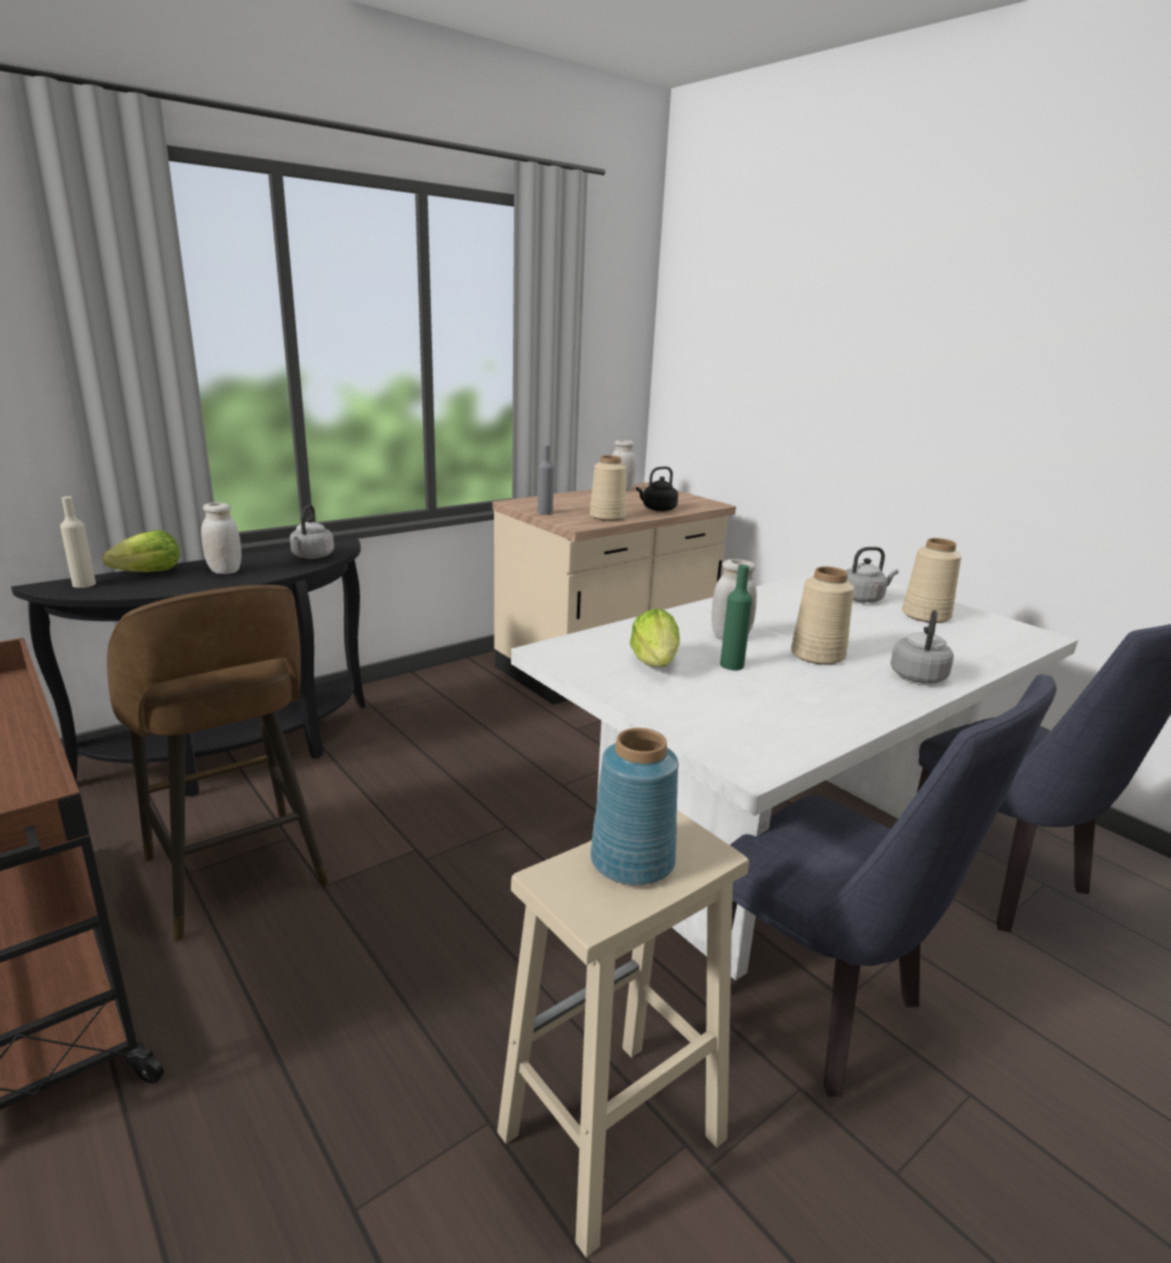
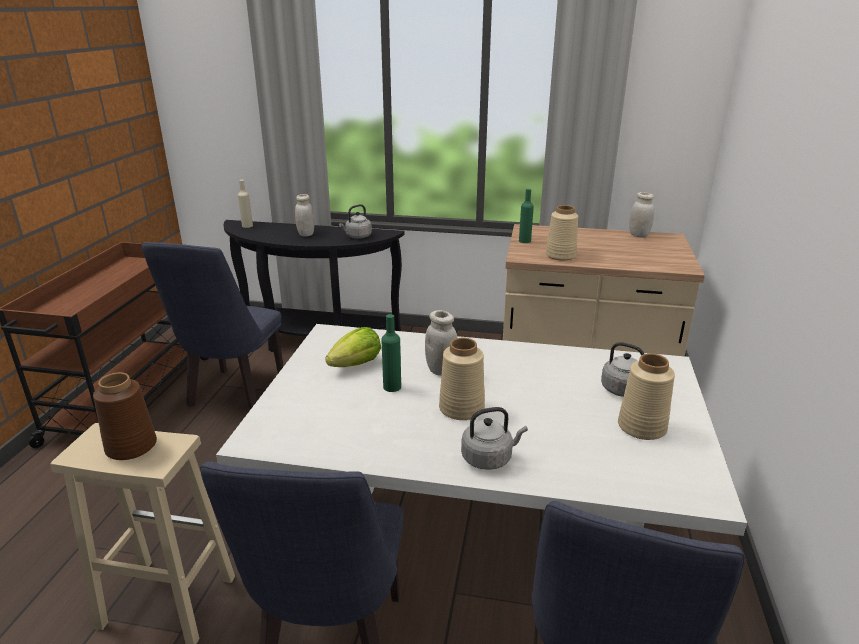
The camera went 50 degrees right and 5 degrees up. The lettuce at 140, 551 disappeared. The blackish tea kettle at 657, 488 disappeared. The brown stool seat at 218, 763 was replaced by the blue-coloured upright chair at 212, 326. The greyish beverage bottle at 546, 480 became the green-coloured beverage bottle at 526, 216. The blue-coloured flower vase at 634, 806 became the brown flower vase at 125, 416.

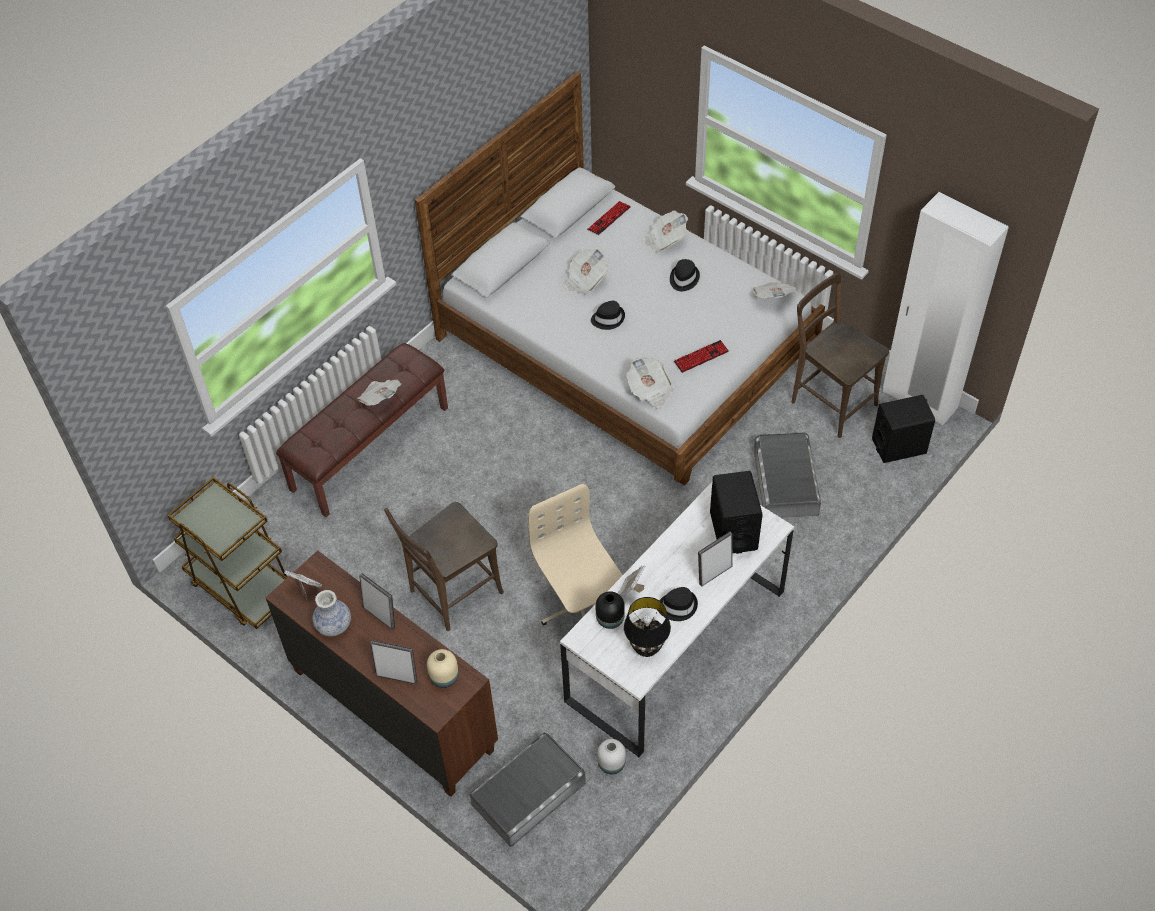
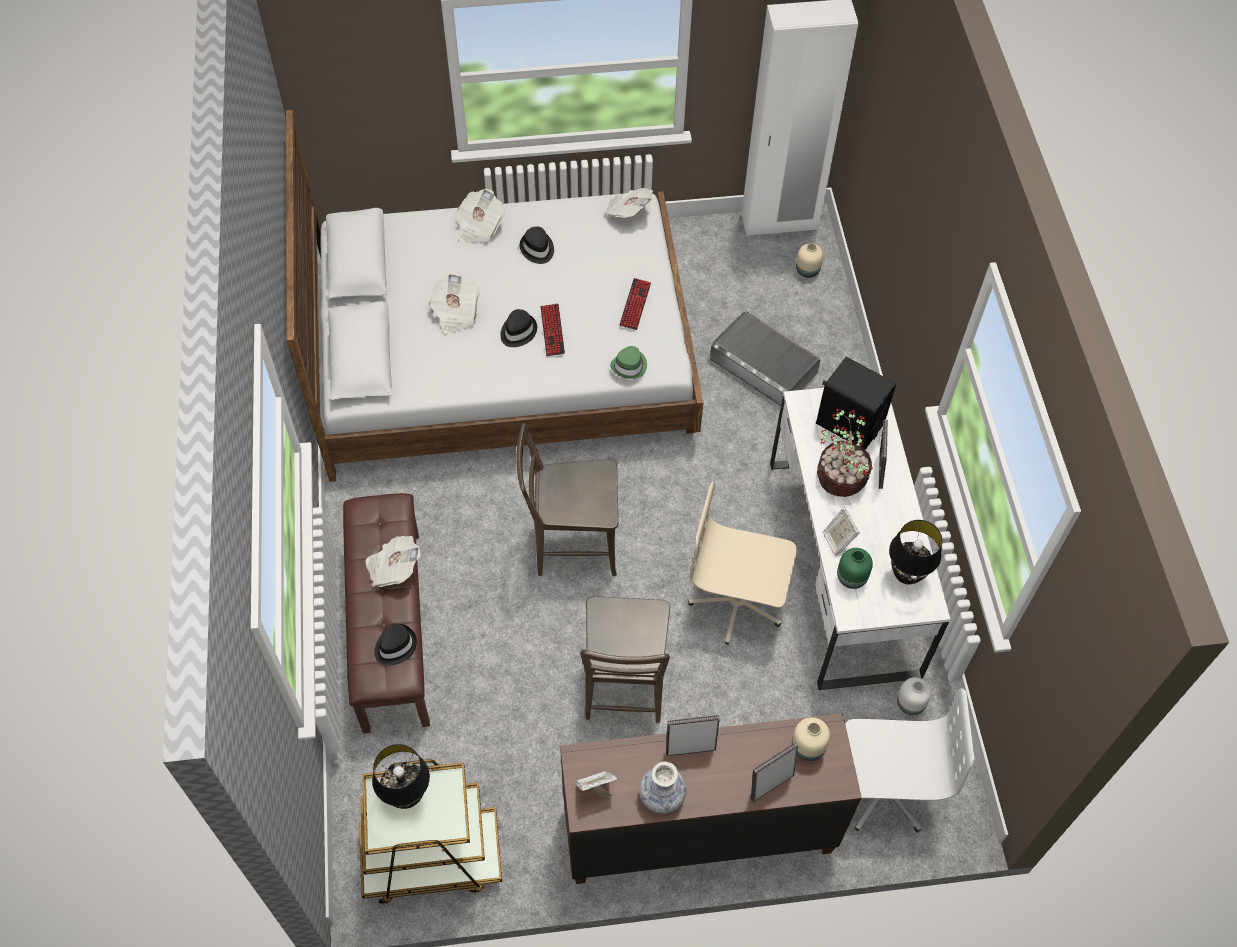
The camera went 50 degrees left and 5 degrees up. The blackish table lamp at 401, 776 appeared. The plant in a pot at 845, 453 appeared. The PC keyboard moved from 609, 218 to 553, 329. The blackish hat moved from 678, 604 to 395, 644. The brown upright chair moved from 840, 355 to 567, 499. The greyish storage container at 528, 790 was replaced by the white desk chair at 909, 760. The daily paper at 650, 383 was replaced by the green-coloured hat at 628, 362. The blackish loudspeaker at 903, 429 was replaced by the beige-coloured flower vase at 809, 260. The blackish flower vase at 610, 610 became the green-coloured flower vase at 855, 568.

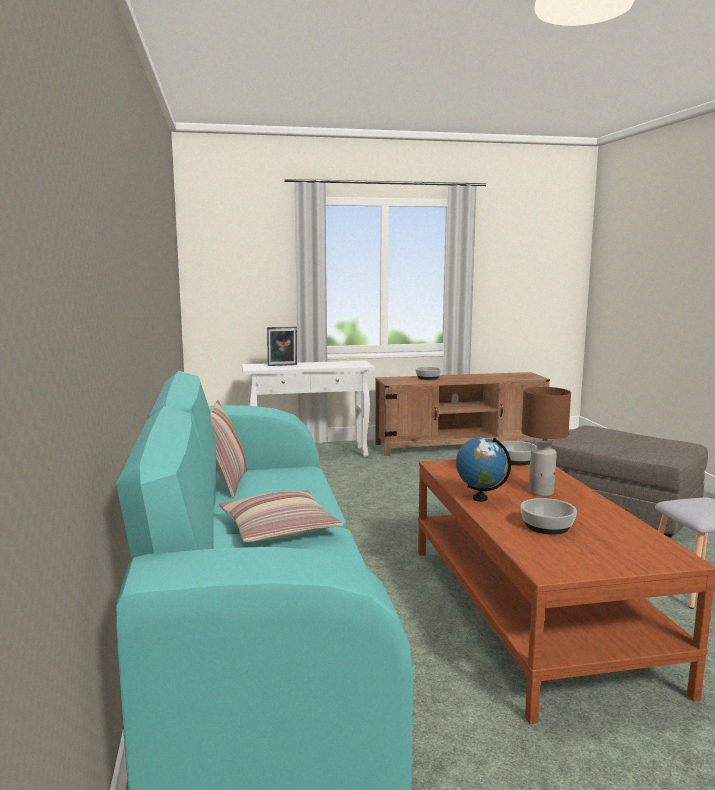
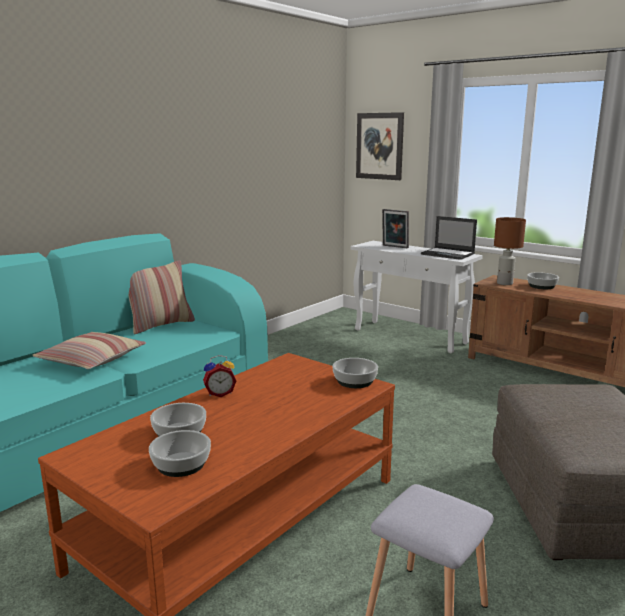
The camera went 50 degrees right and 5 degrees up. The bowl at 180, 453 appeared. The wall picture at 380, 146 appeared. The laptop at 449, 238 appeared. The brown table lamp moved from 546, 441 to 510, 251. The world globe at 483, 469 was replaced by the alarm clock at 219, 376.

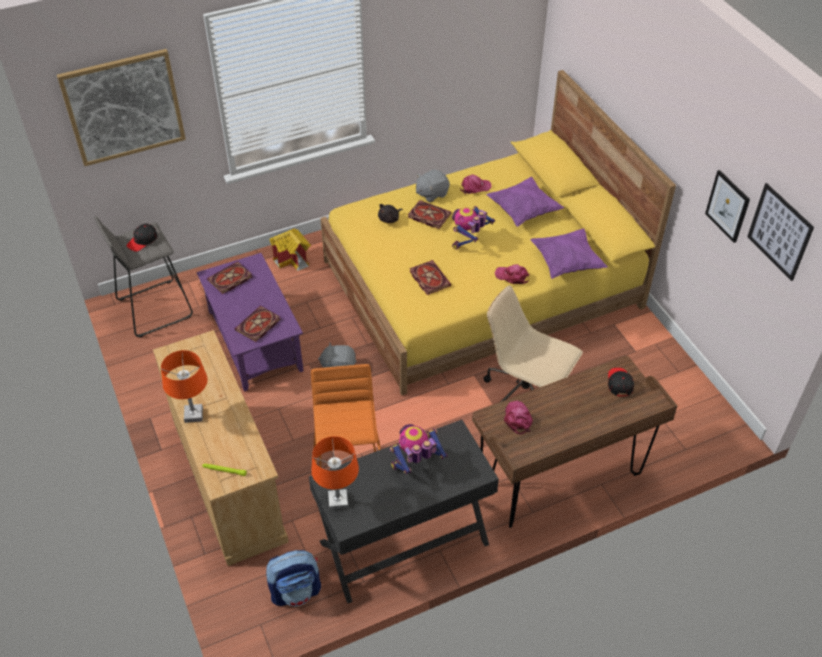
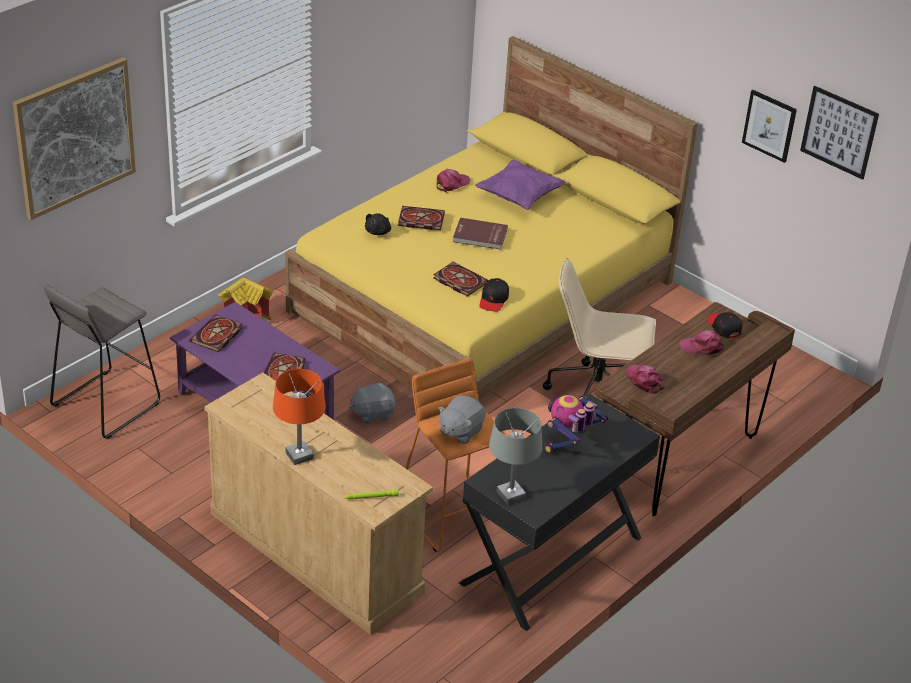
The camera went 25 degrees left and 10 degrees down. The backpack at 293, 578 disappeared. The purple-coloured cushion at 569, 253 disappeared. The blackish cap moved from 141, 238 to 494, 295. The greyish plush toy moved from 433, 186 to 462, 419. The pinkish cap moved from 512, 274 to 701, 342. The toy robot at 473, 228 was replaced by the reddish volume at 480, 234. The orange table lamp at 335, 473 became the greyish table lamp at 515, 456.

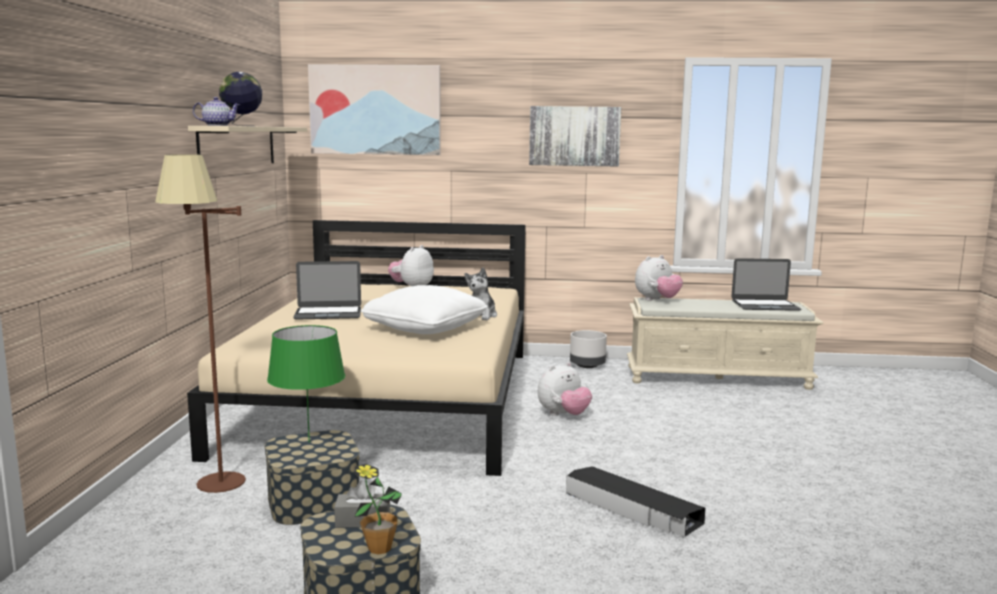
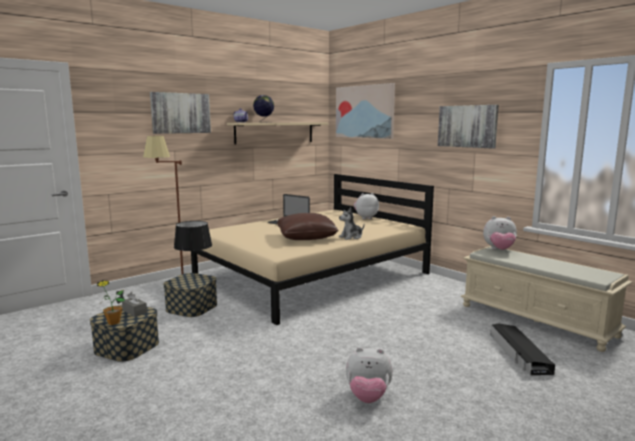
The camera went 45 degrees right and 0 degrees up. The greyish plant pot at 588, 349 disappeared. The laptop at 766, 284 disappeared. The wall picture at 180, 113 appeared. The plush toy moved from 564, 389 to 369, 375. The blackish storage container moved from 636, 501 to 523, 349. The green-coloured table lamp at 306, 384 became the blackish table lamp at 193, 248. The white cushion at 424, 309 became the brown cushion at 307, 226.

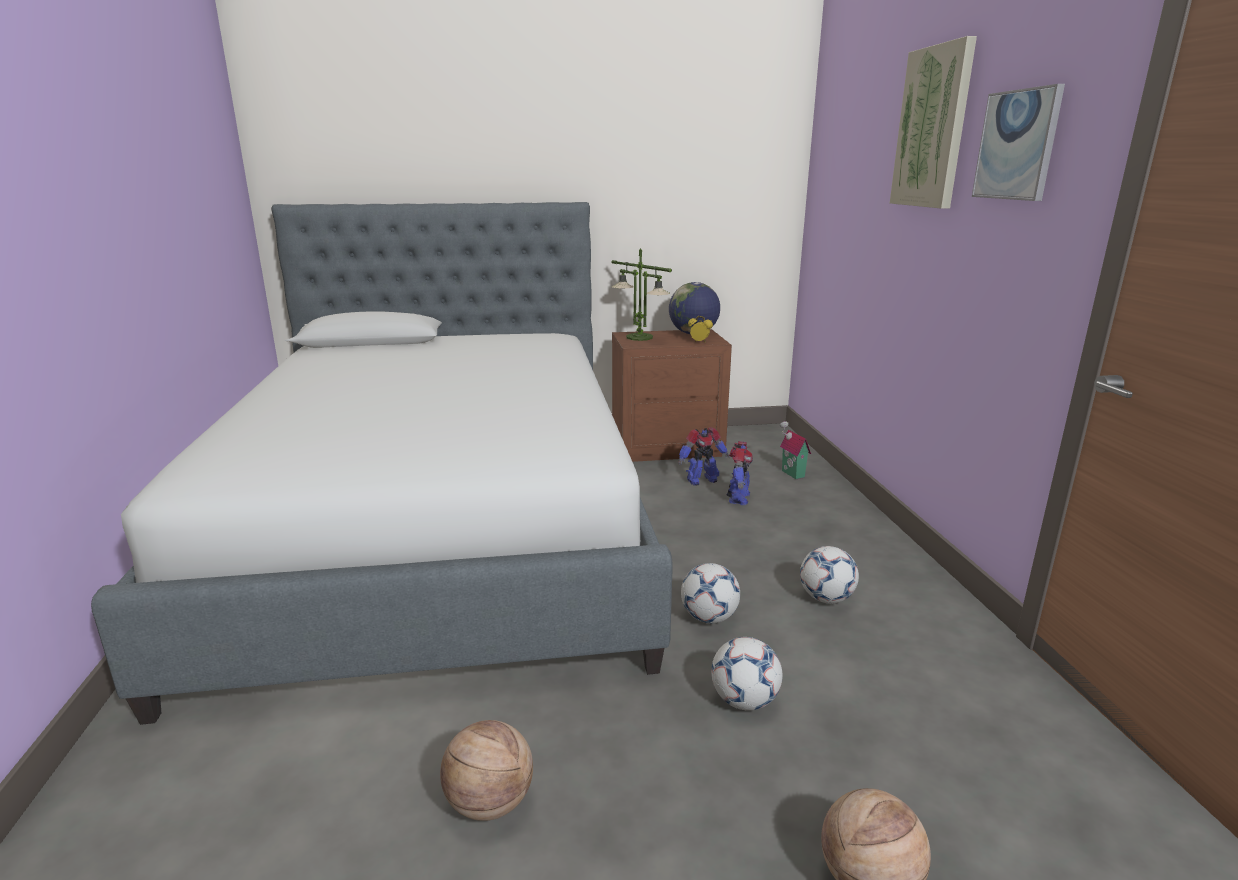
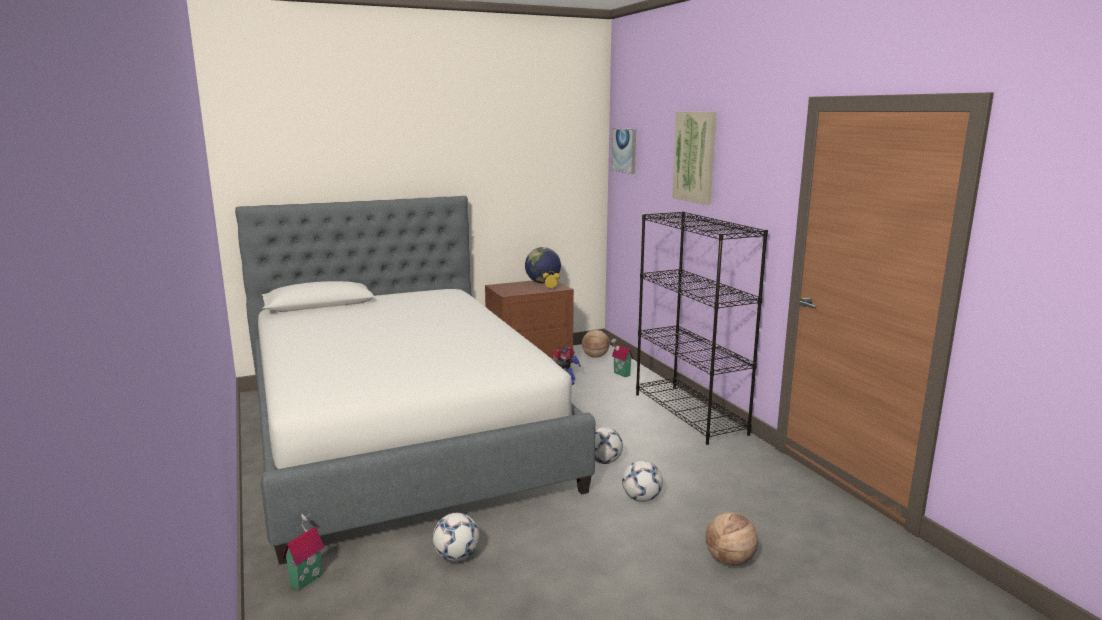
The camera went 15 degrees left and 5 degrees down. The table lamp at 641, 294 disappeared. The toy robot at 739, 473 disappeared. The miniature house at 303, 552 appeared. The blackish bookshelf at 702, 328 appeared. The basketball moved from 486, 770 to 596, 344. The ball for football moved from 829, 574 to 456, 537. The wall picture moved from 1018, 142 to 624, 151.

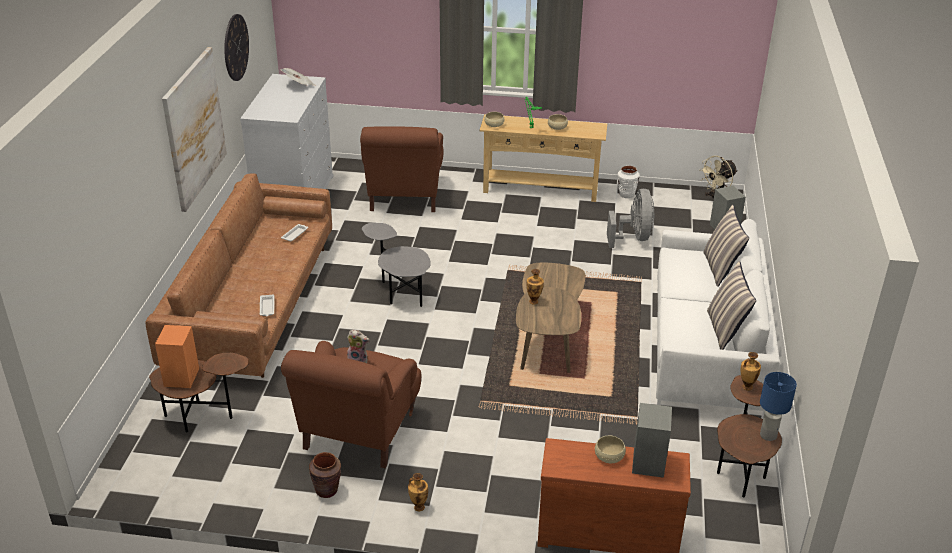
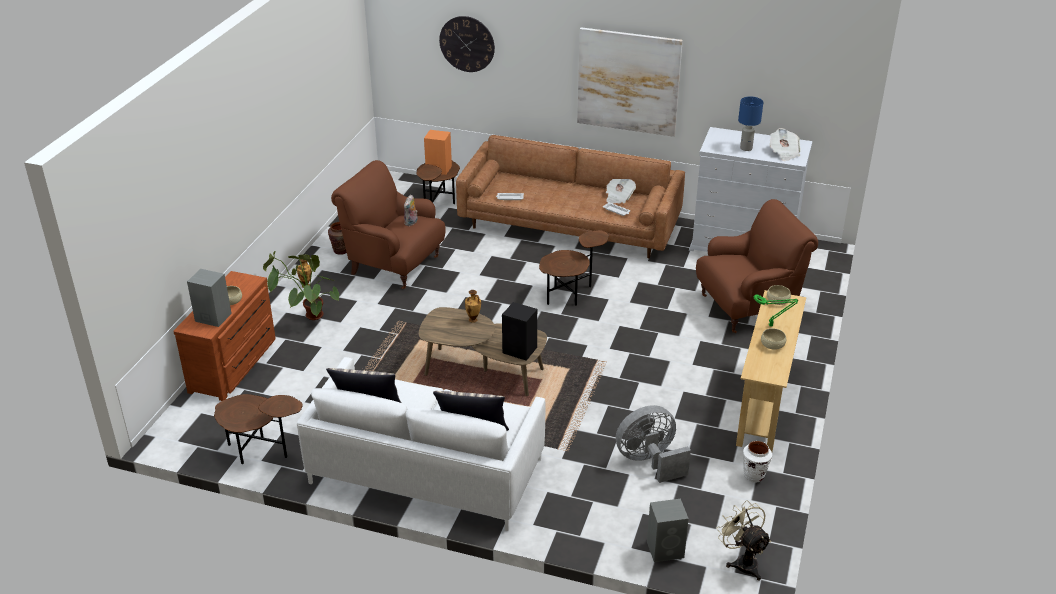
The camera went 100 degrees right and 0 degrees up. The flower vase at 751, 371 disappeared. The plant in a pot at 301, 285 appeared. The blackish loudspeaker at 519, 331 appeared. The daily paper at 620, 191 appeared. The clock on the wall moved from 236, 47 to 467, 44. The blue-coloured table lamp moved from 778, 406 to 750, 124. The greyish accent table at 396, 265 became the brown accent table at 574, 268. The brown easy chair at 402, 169 turned 150 degrees clockwise. The greyish fan at 631, 218 turned 150 degrees clockwise.

